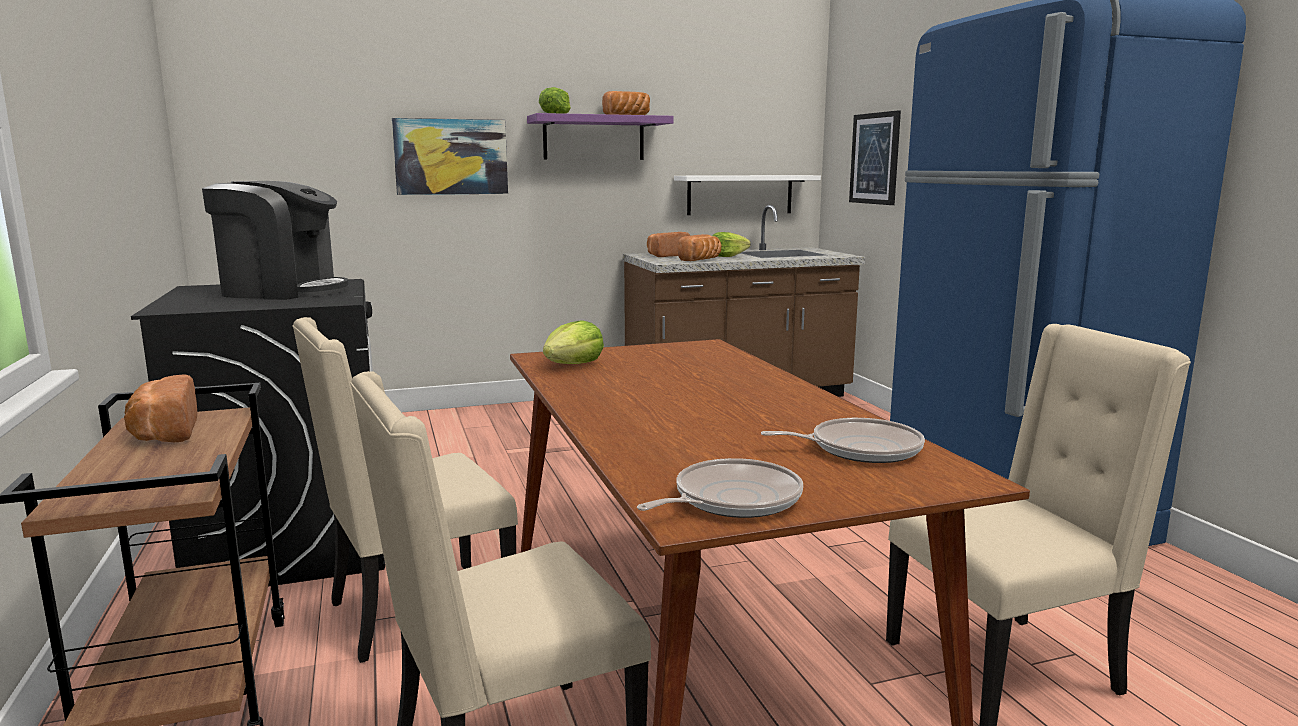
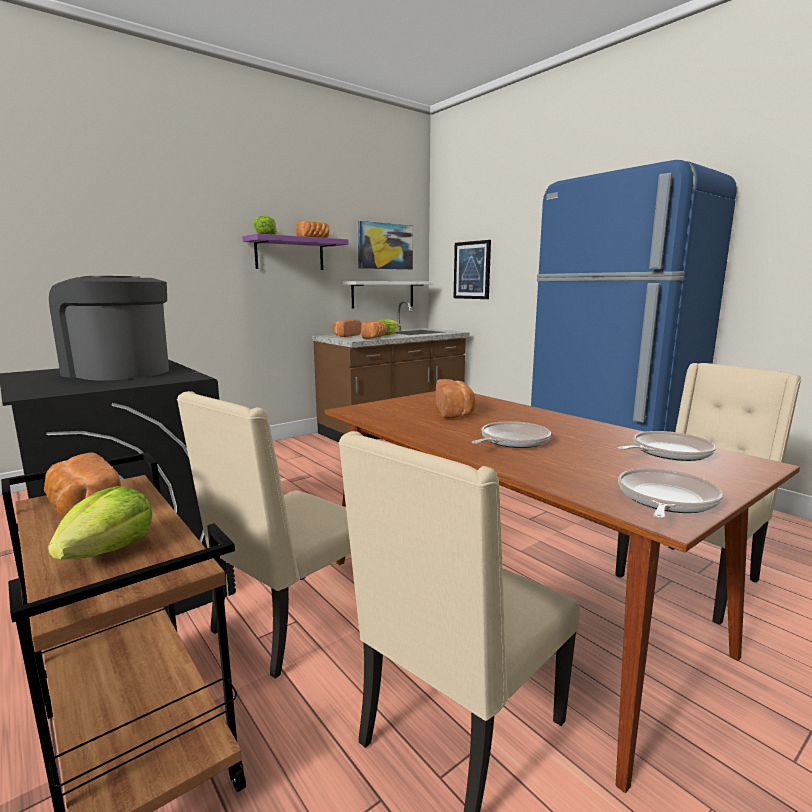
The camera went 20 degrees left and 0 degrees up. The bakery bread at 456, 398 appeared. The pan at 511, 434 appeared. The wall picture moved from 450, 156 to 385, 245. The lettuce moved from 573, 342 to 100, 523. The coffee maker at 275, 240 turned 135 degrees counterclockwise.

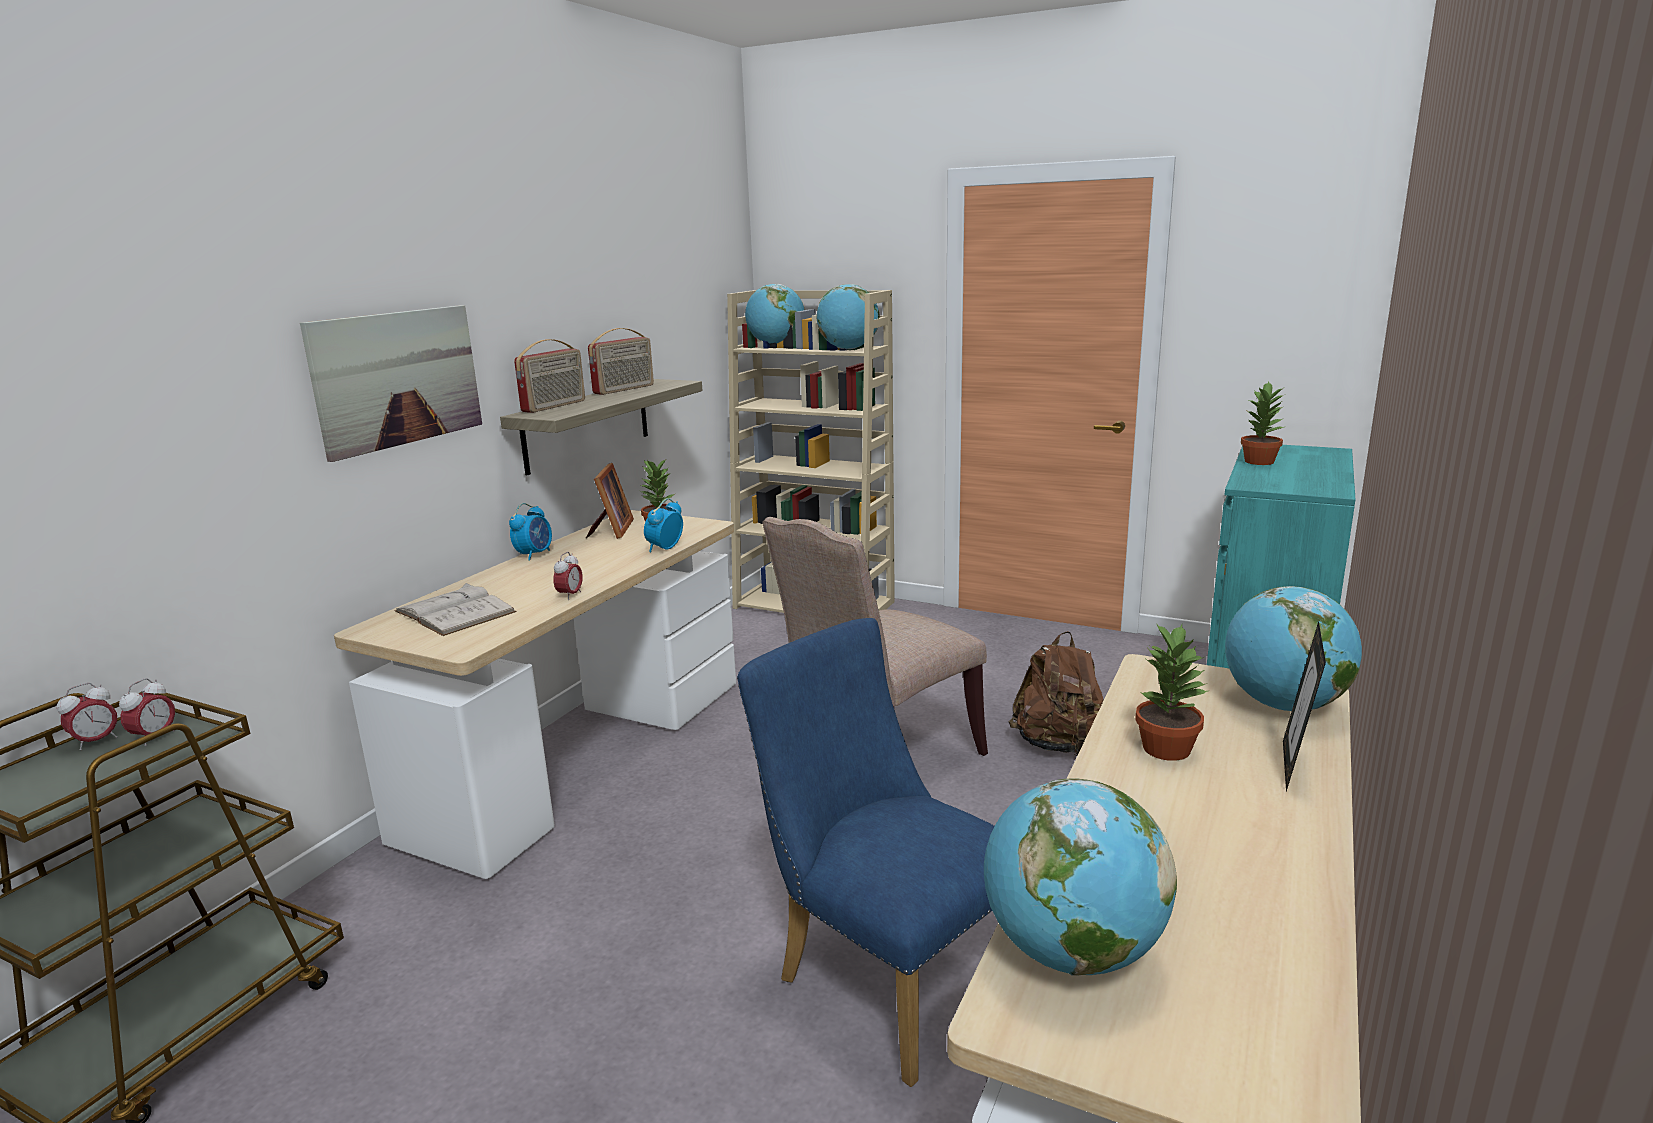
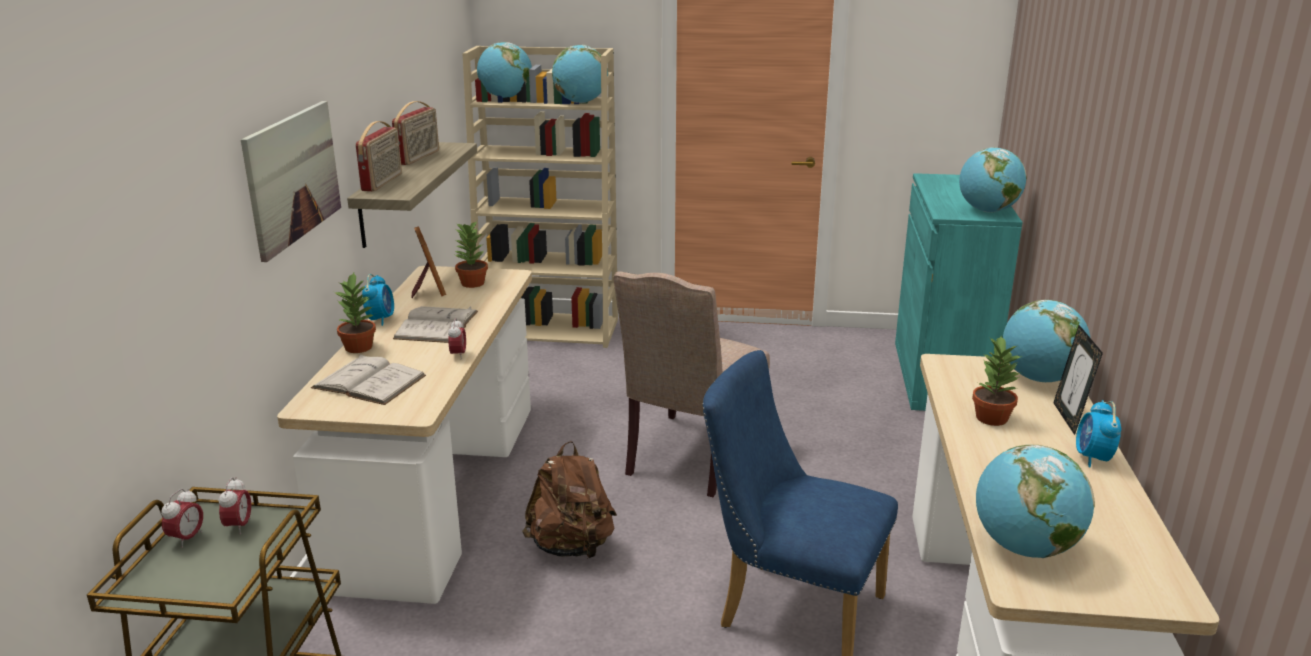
The camera went 20 degrees left and 5 degrees up. The white volume at 435, 324 appeared. The world globe at 993, 179 appeared. The alarm clock moved from 663, 525 to 1098, 433. The brown backpack moved from 1056, 693 to 569, 500. The plant in a pot moved from 1262, 423 to 355, 313.

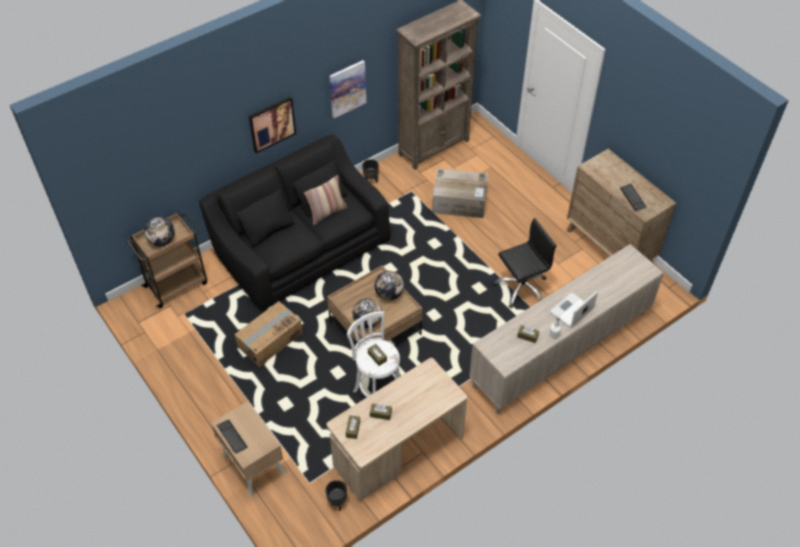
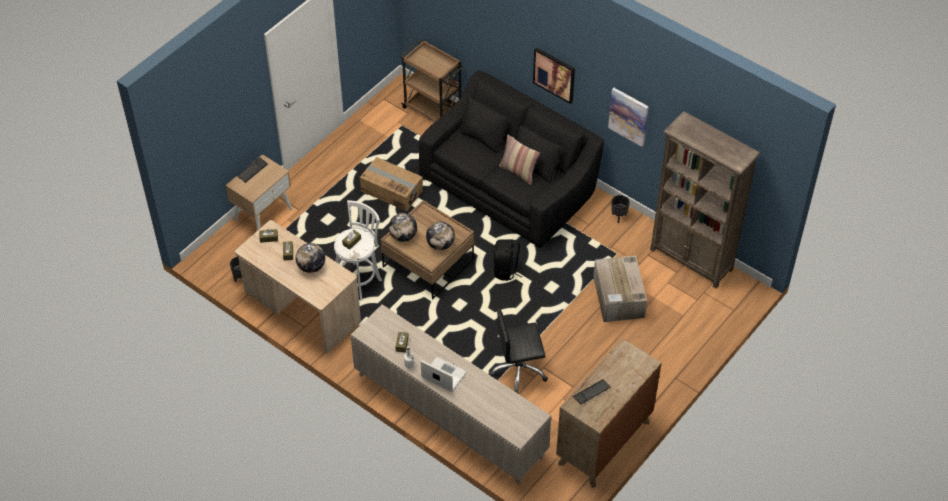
The camera went 75 degrees right and 0 degrees up. The blackish backpack at 509, 260 appeared. The world globe moved from 159, 232 to 310, 258. The blackish desk chair at 524, 263 turned 120 degrees clockwise.

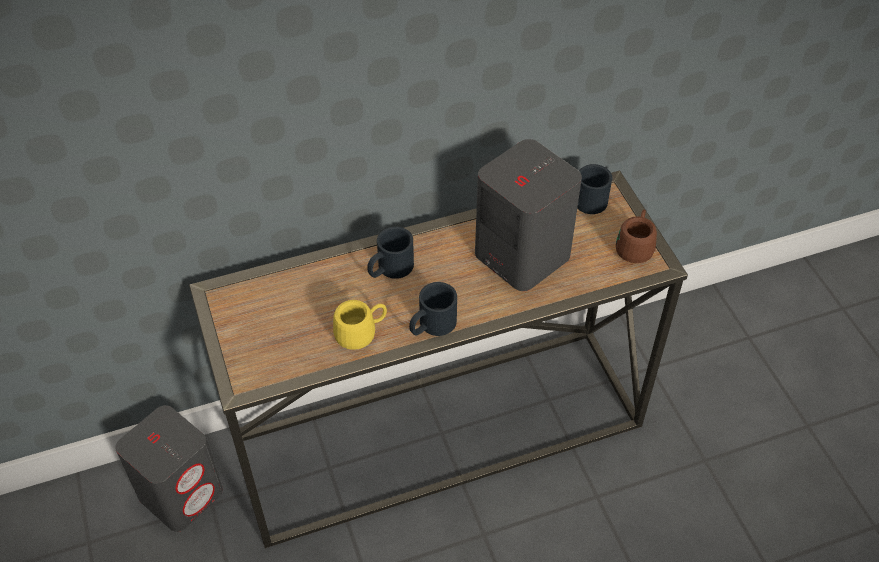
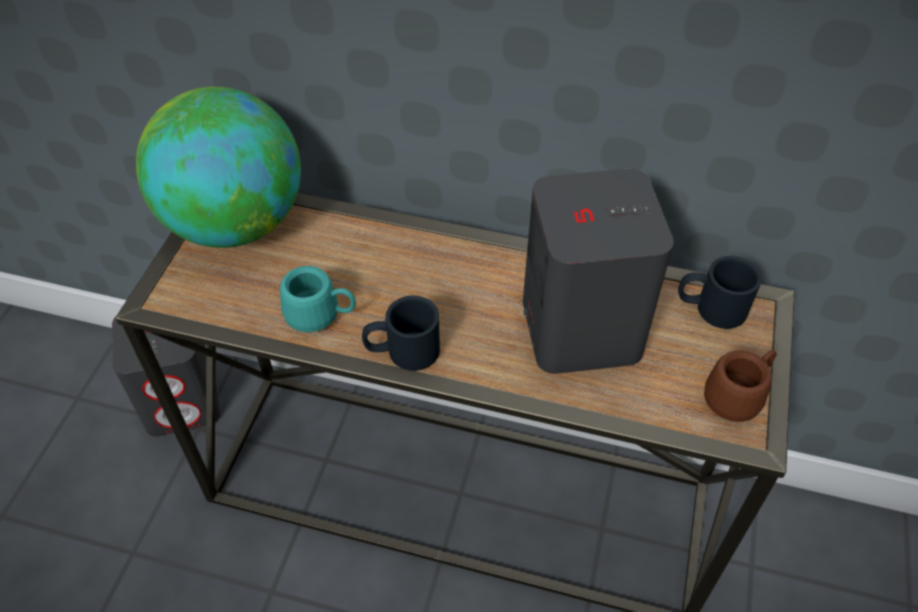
The camera went 35 degrees right and 0 degrees up. The blackish mug at 390, 253 disappeared. The world globe at 218, 167 appeared. The yellowish mug at 360, 325 became the turquoise mug at 318, 299.

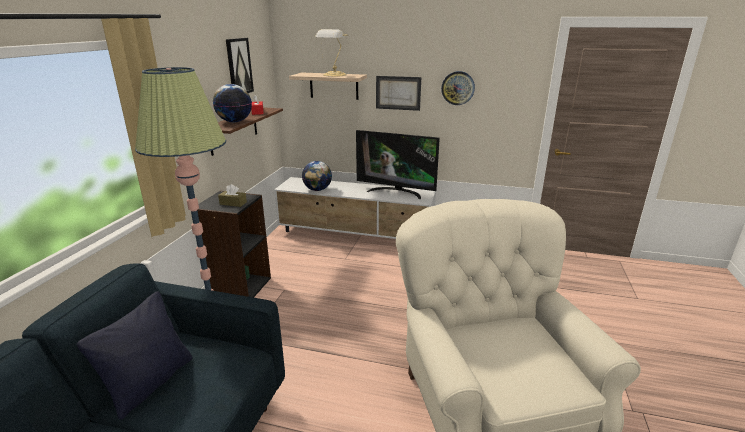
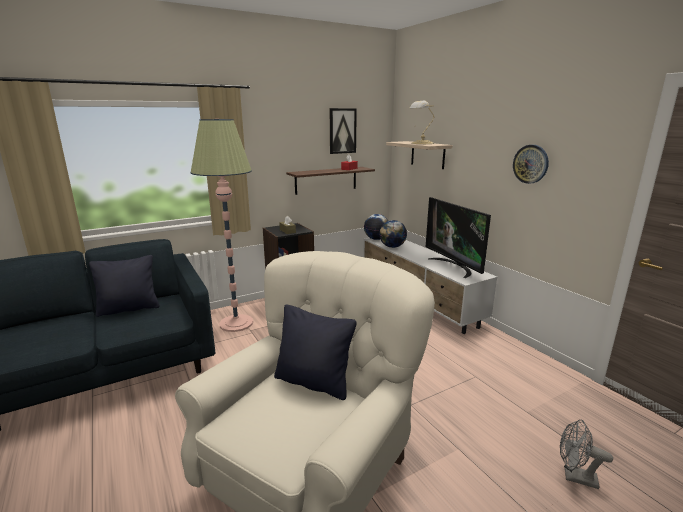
The camera went 45 degrees right and 5 degrees down. The wall picture at 398, 93 disappeared. The blackish cushion at 315, 352 appeared. The greyish fan at 586, 454 appeared. The world globe moved from 232, 103 to 376, 227.

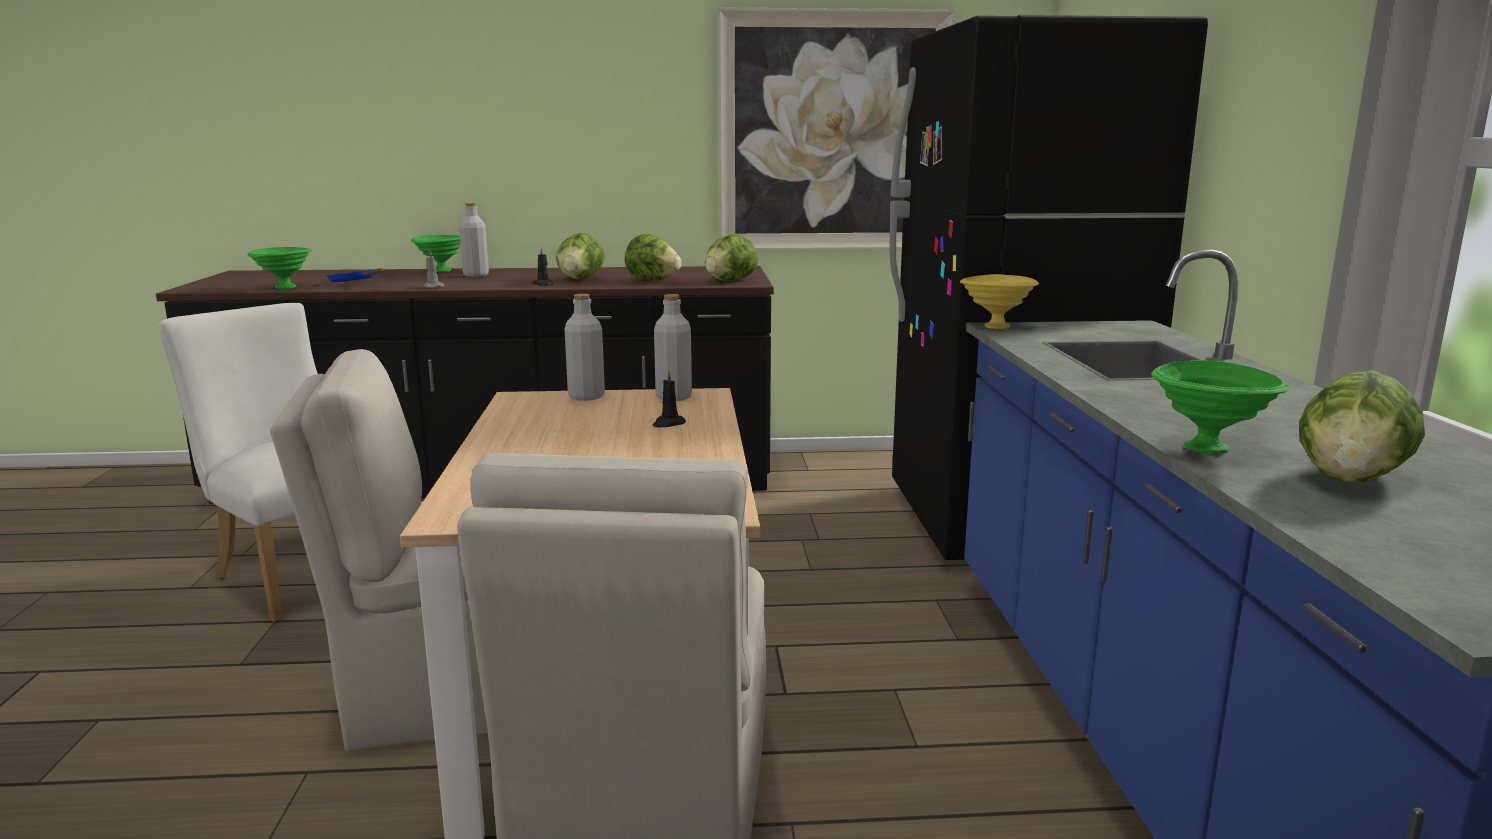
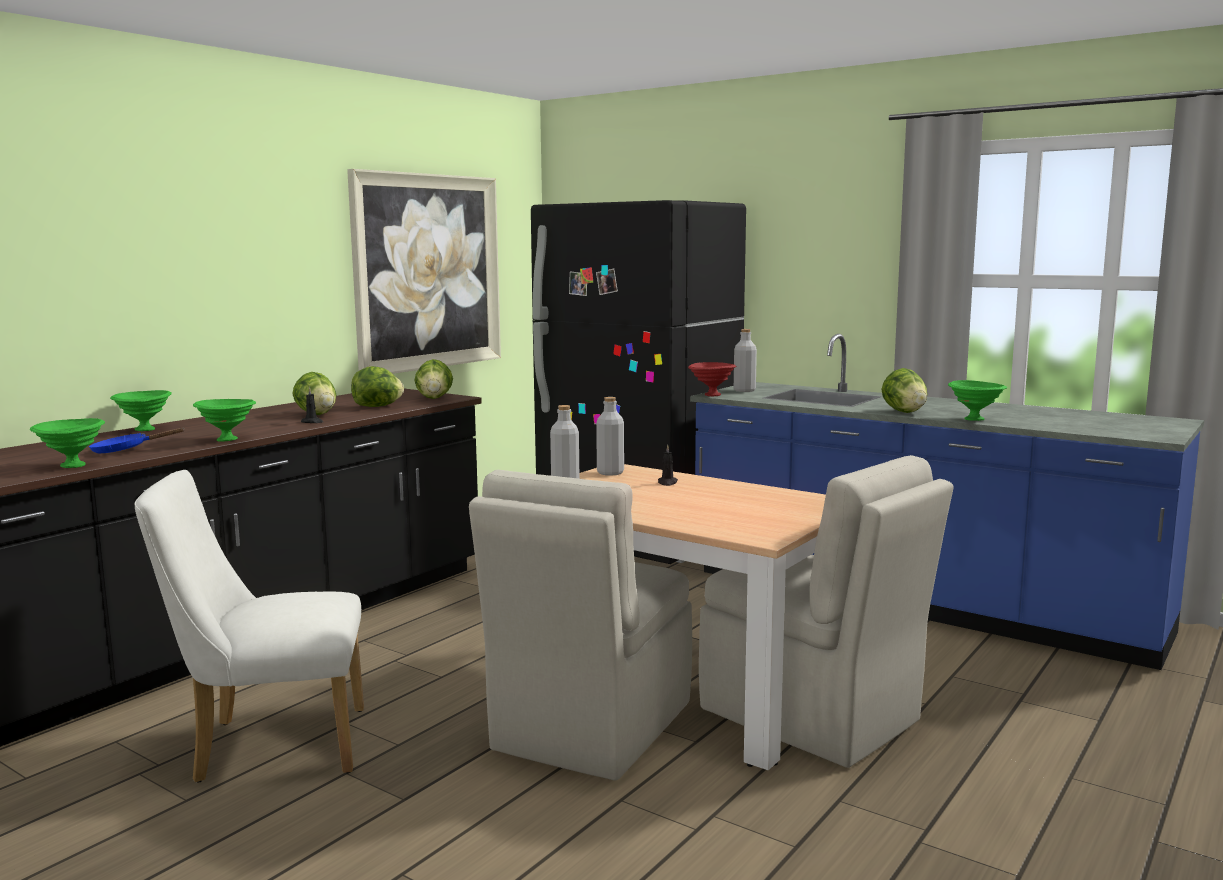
The camera went 50 degrees left and 5 degrees down. The greyish beverage bottle moved from 474, 239 to 745, 360. The lettuce moved from 1362, 426 to 904, 390. The greyish candle at 433, 269 was replaced by the green-coloured bowl at 224, 420. The yellowish bowl at 999, 301 became the reddish bowl at 712, 379.

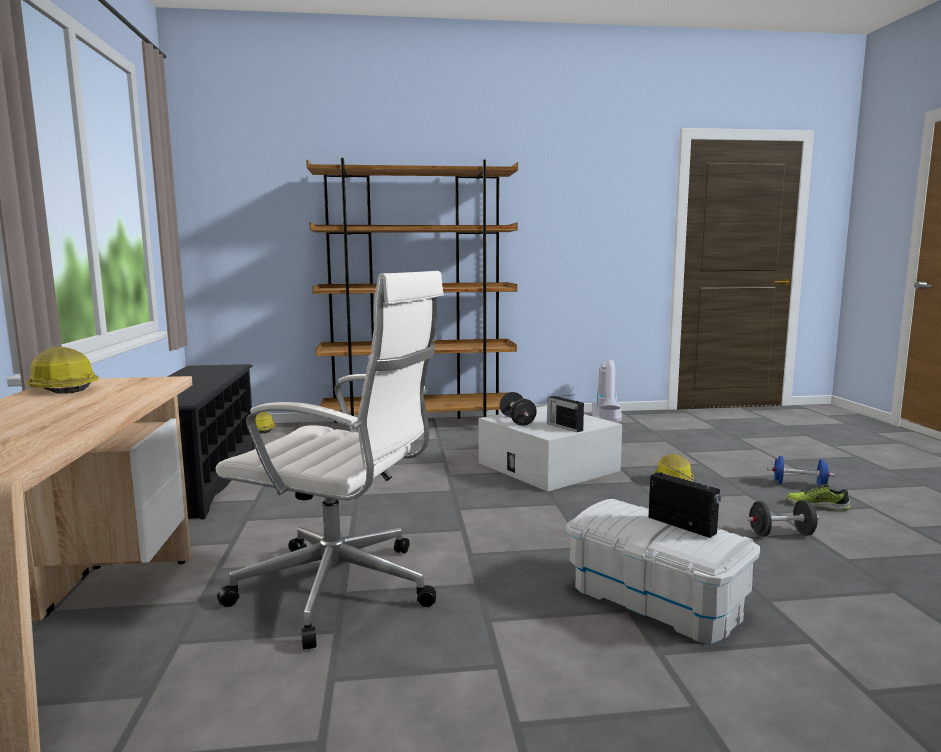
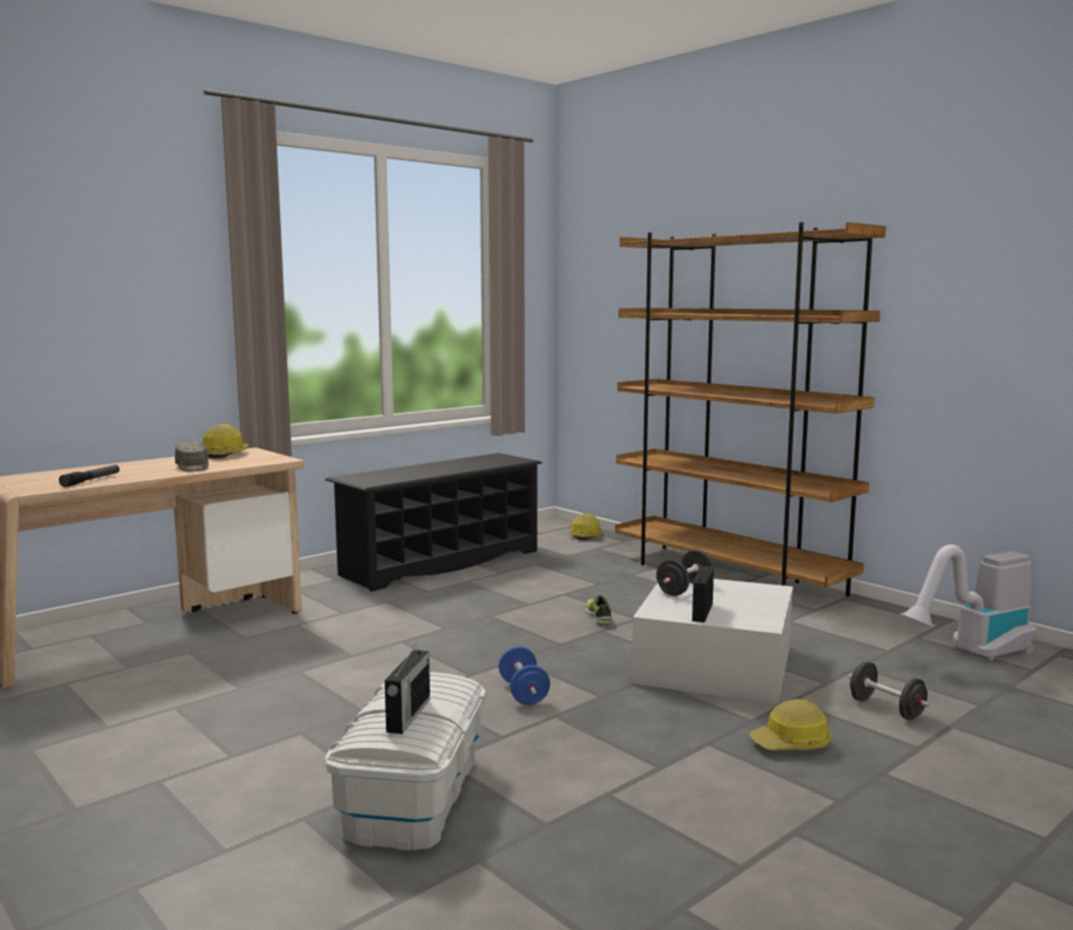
The camera went 55 degrees right and 0 degrees up. The white desk chair at 330, 460 disappeared. The flashlight at 89, 476 appeared. The greyish cap at 192, 456 appeared. The blackish free weight moved from 782, 518 to 889, 690. The blue-coloured free weight moved from 801, 471 to 524, 675. The shoe moved from 819, 497 to 598, 610.

